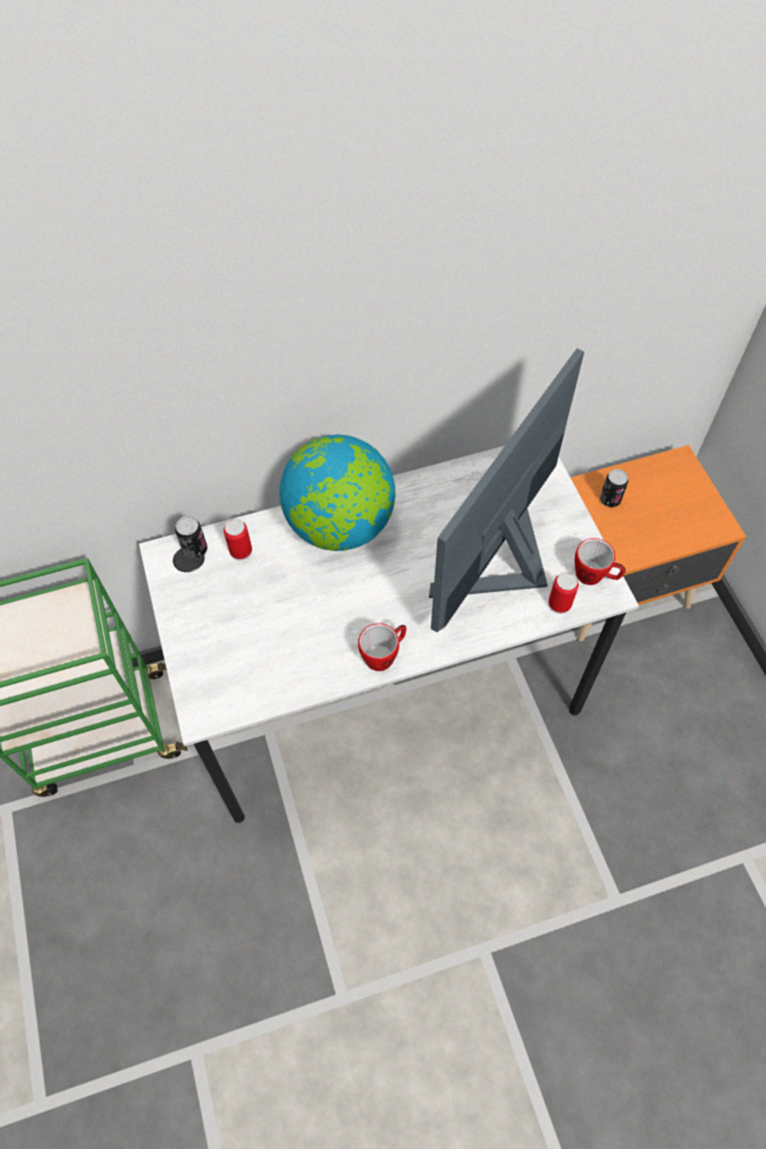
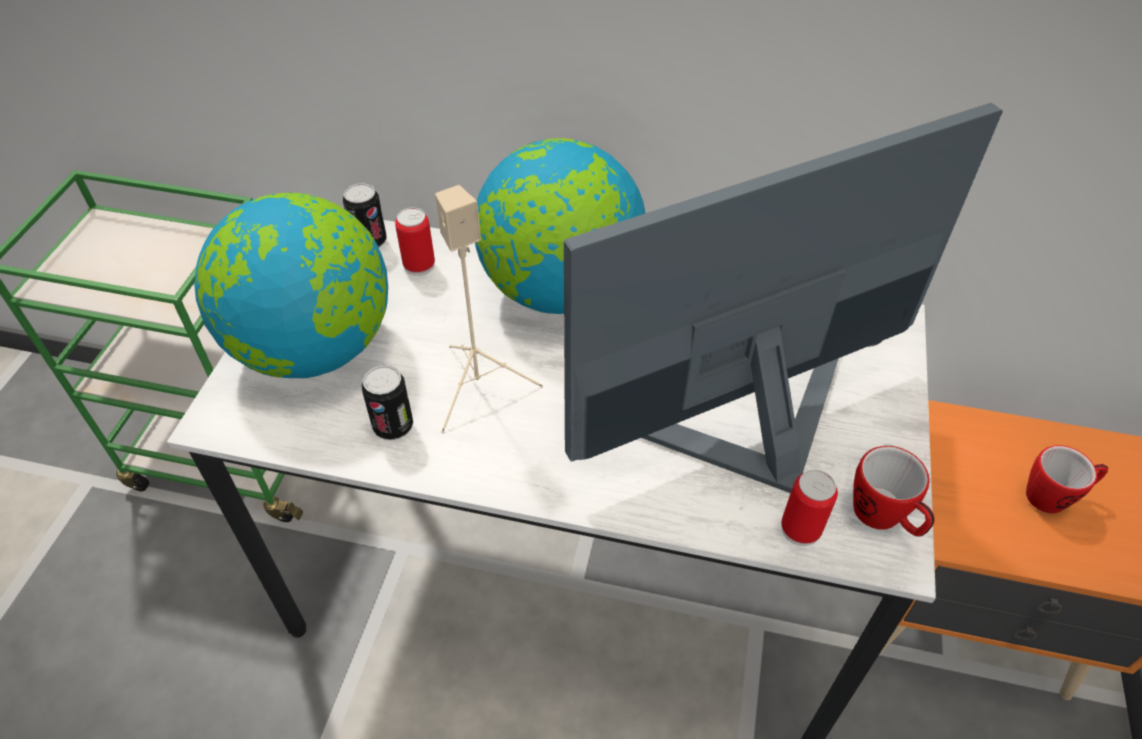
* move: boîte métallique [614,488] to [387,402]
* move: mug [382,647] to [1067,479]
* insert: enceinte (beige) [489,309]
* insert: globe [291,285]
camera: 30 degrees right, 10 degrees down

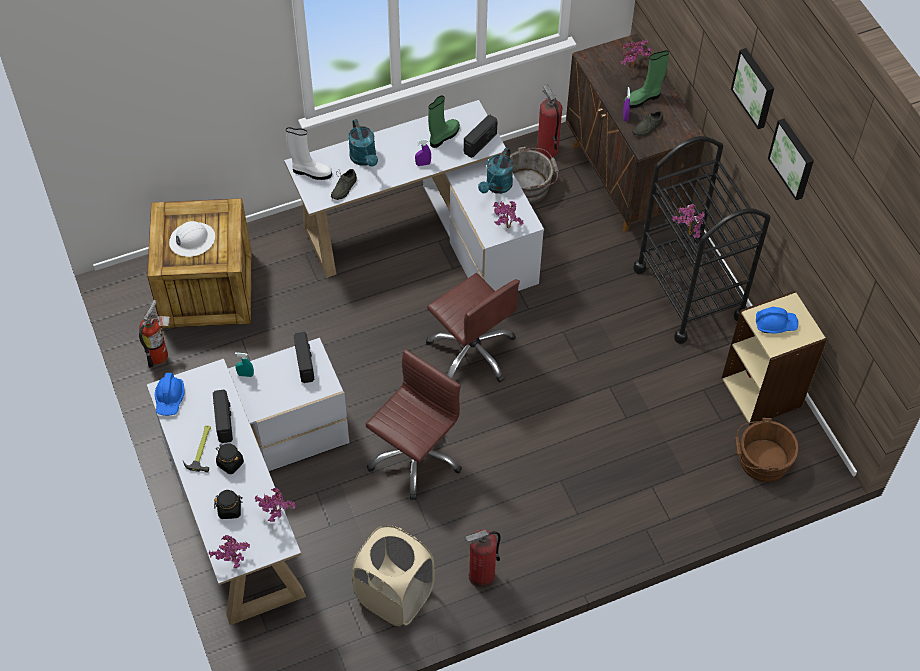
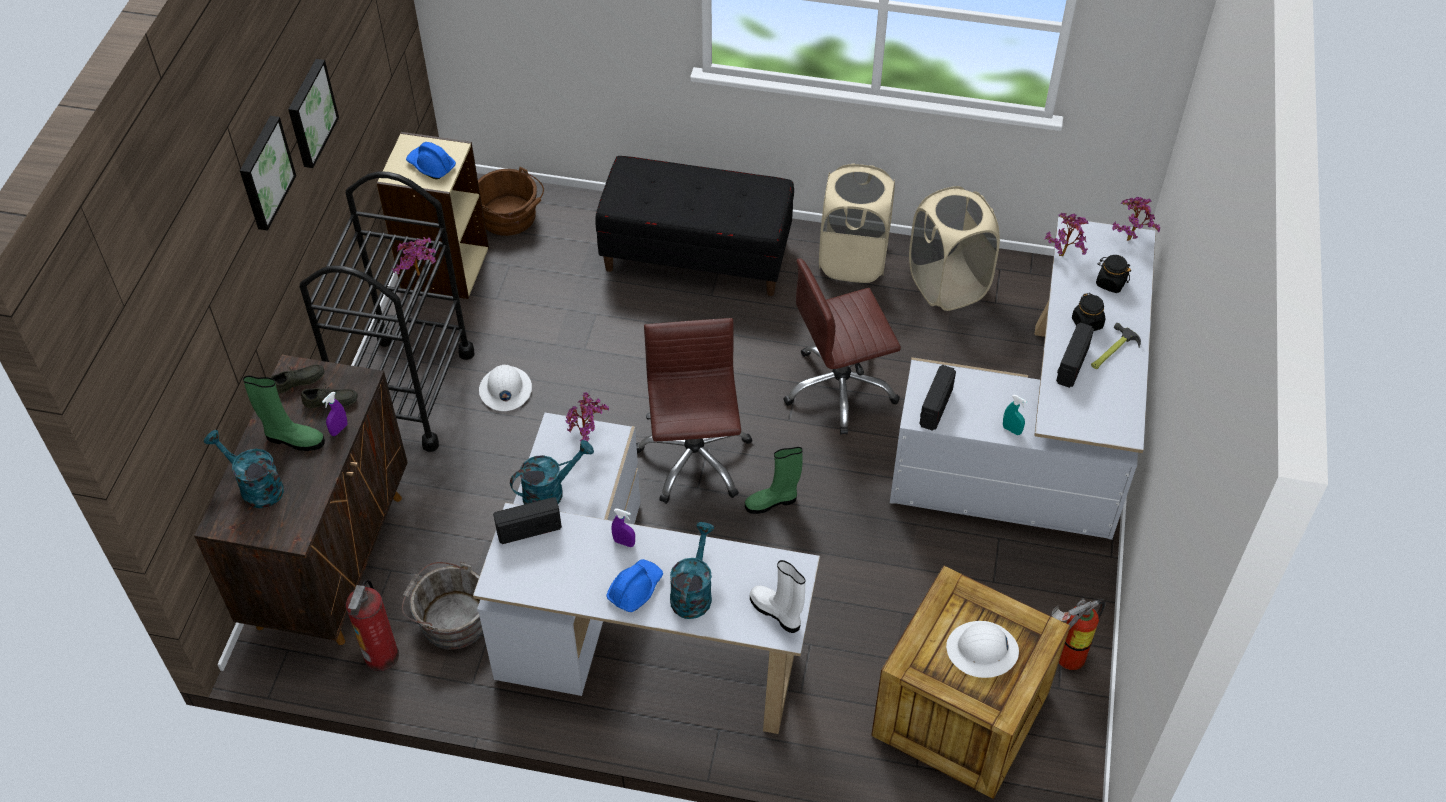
* replace: plante en pot [636,53] to arrosoir (turquoise) [244,469]
* move: botte (vert) [444,122] to [774,480]
* move: chaussure (gris) [344,184] to [297,379]
* move: casque de chantier (bleu) [170,394] to [634,585]
* replace: extincteur [483,559] to panier à linge (beige) [857,223]
* insert: banc (noir) [694,226]
* insert: casque de chantier (blanc) [505,388]
camera: 145 degrees left, 5 degrees down

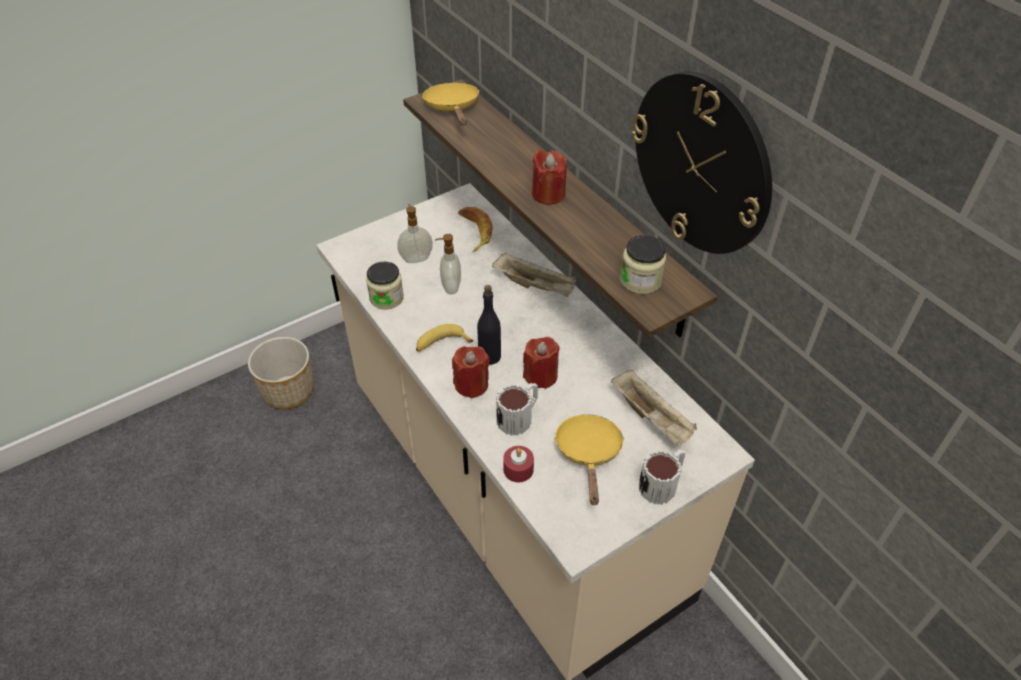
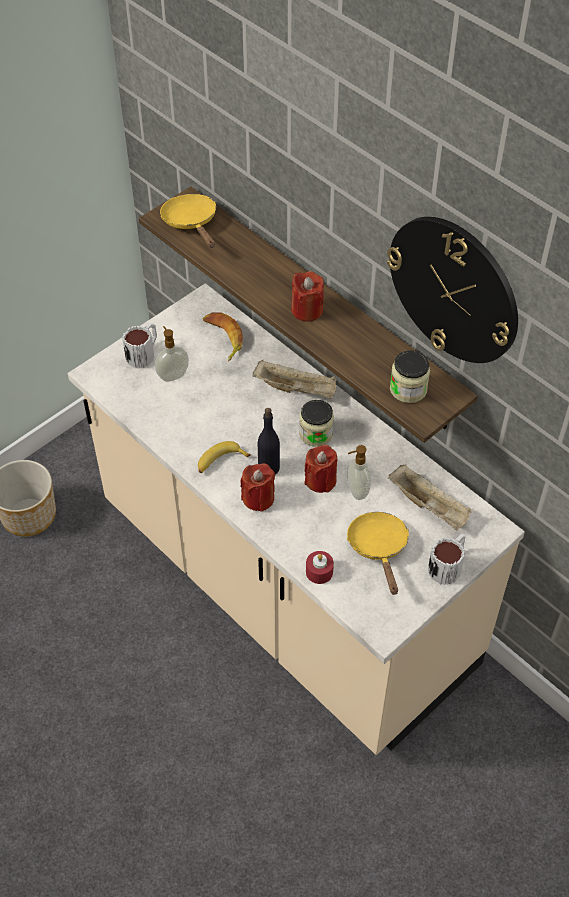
* move: distributeur de savon [448,264] to [359,472]
* move: bocal [385,286] to [316,423]
* move: mug [517,409] to [139,346]
camera: 10 degrees left, 5 degrees up

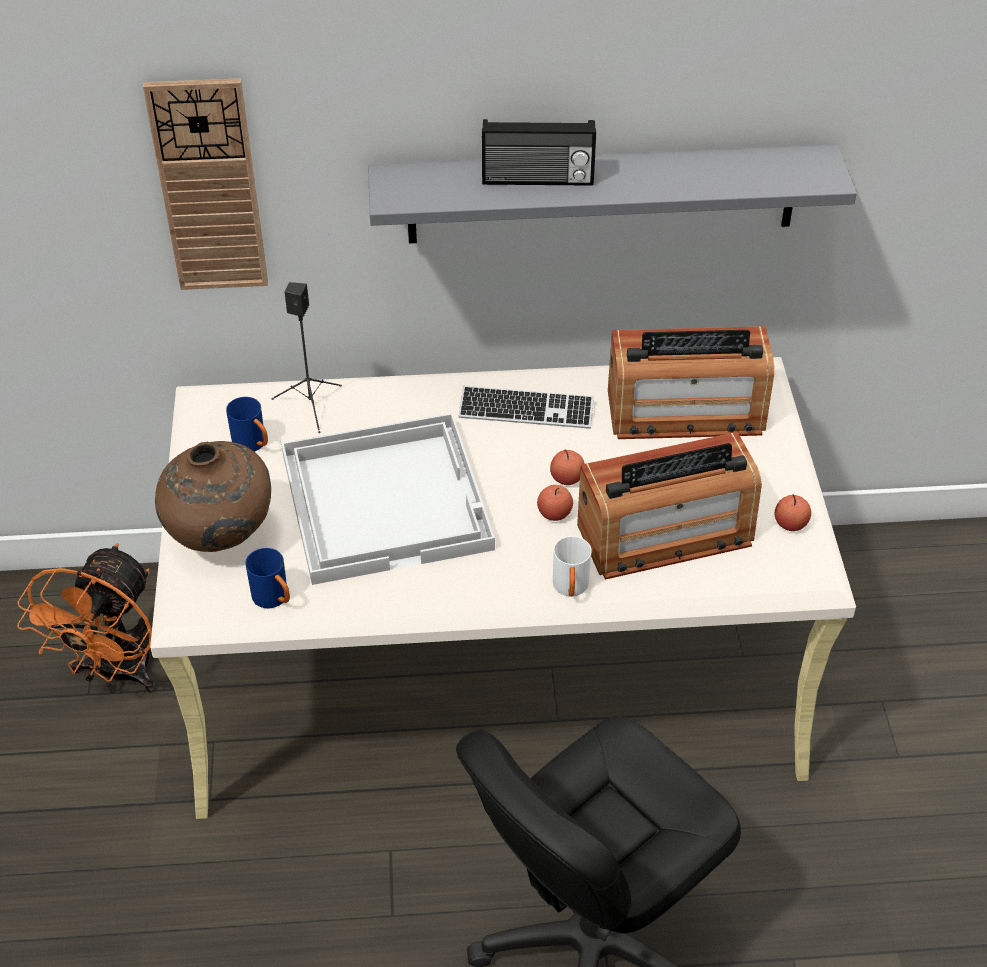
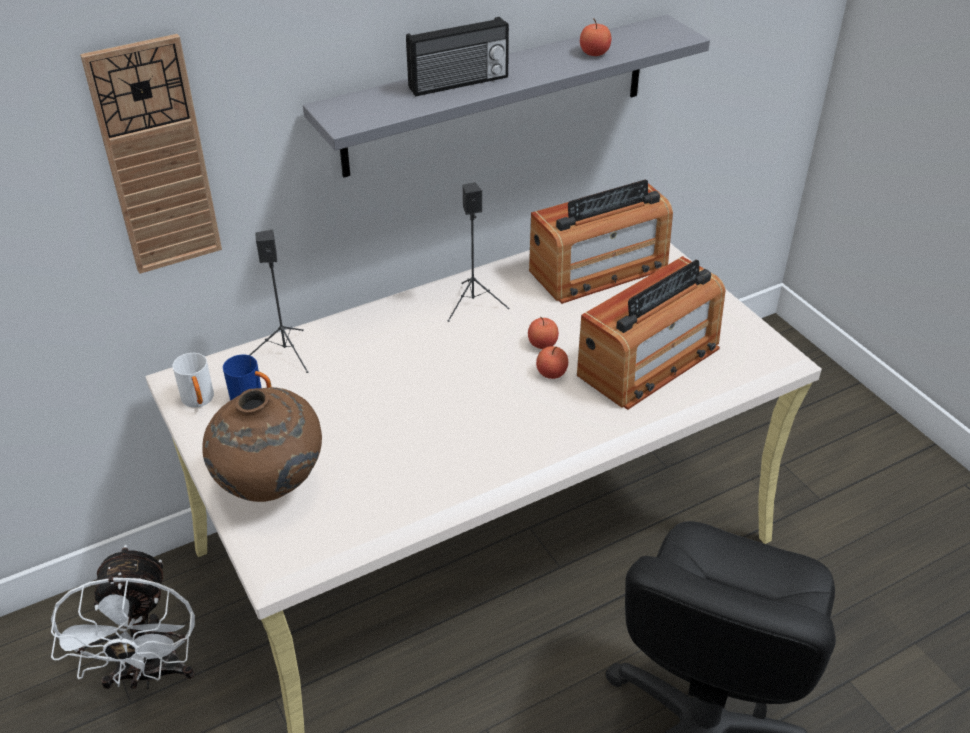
* replace: clavier [526,407] to enceinte (noir) [478,252]
* delete: plateau (blanc) [388,499]
* move: pomme [793,512] to [595,37]
* move: mug (blanc) [572,566] to [193,380]
* recolor: ventilateur (orange) [86,617] to ventilateur (blanc) [123,617]
* delete: mug (bleu) [267,578]
camera: 25 degrees left, 5 degrees down

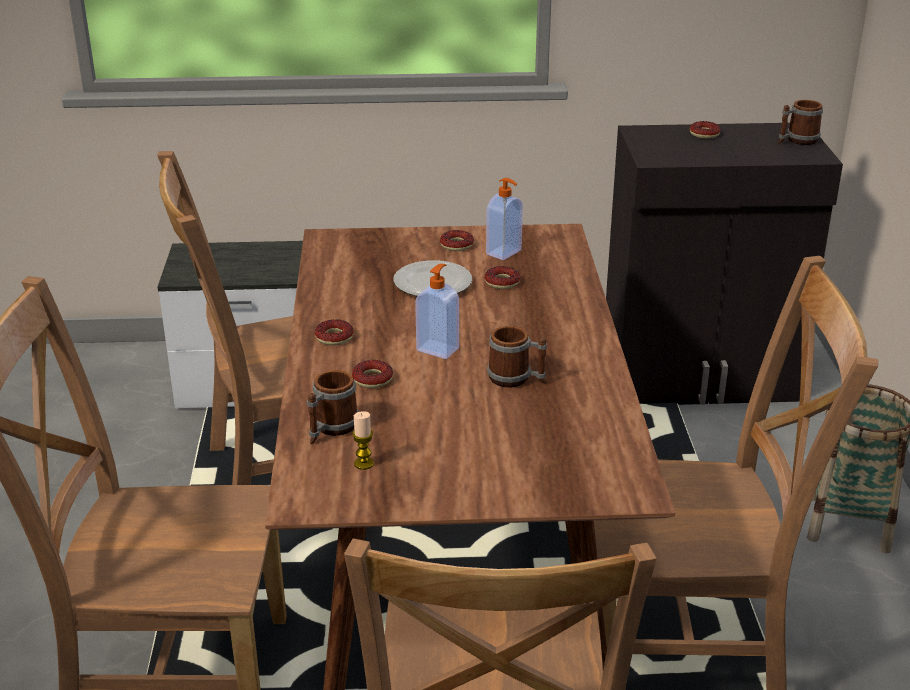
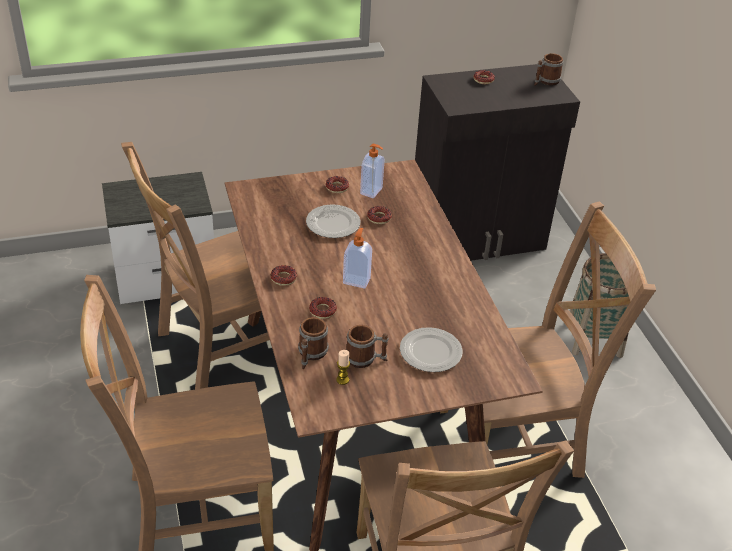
* move: mug [517,357] to [367,346]
* insert: assiette [431,349]
camera: 15 degrees left, 10 degrees up

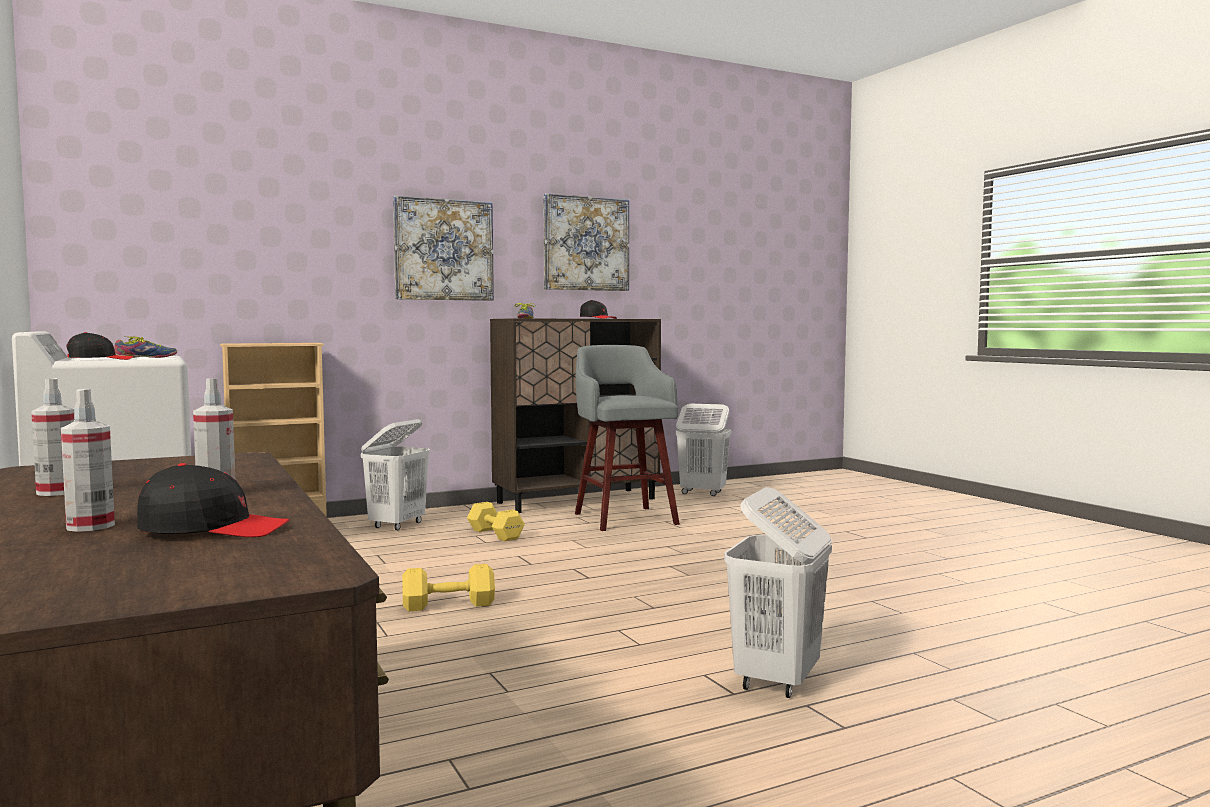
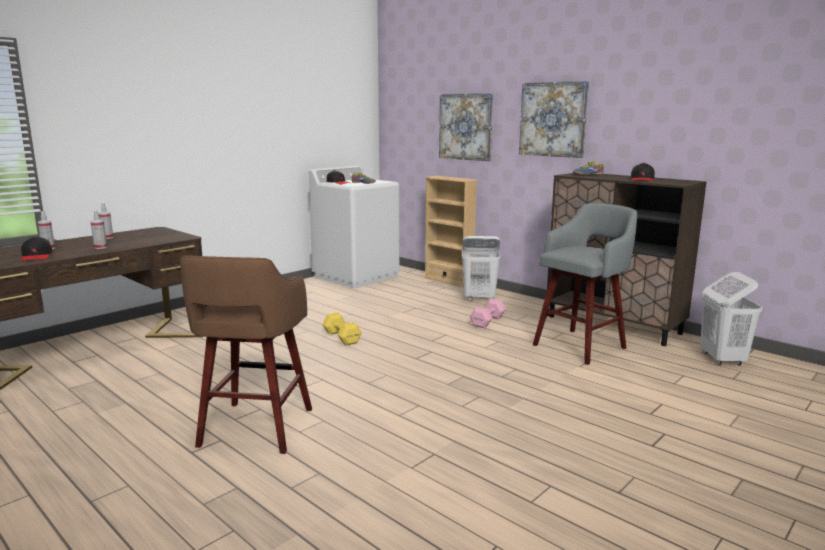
* move: tableau [586,242] to [466,127]
* replace: panier à linge (blanc) [778,592] to tabouret (marron) [246,354]
* recolor: haltère (jaune) [496,521] to haltère (rose) [488,313]
camera: 70 degrees right, 10 degrees up

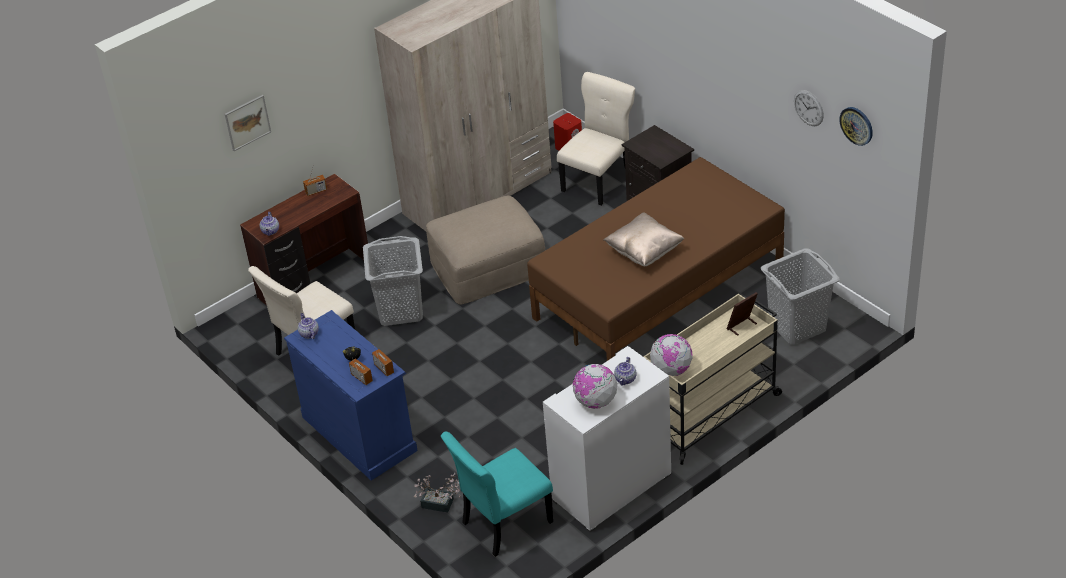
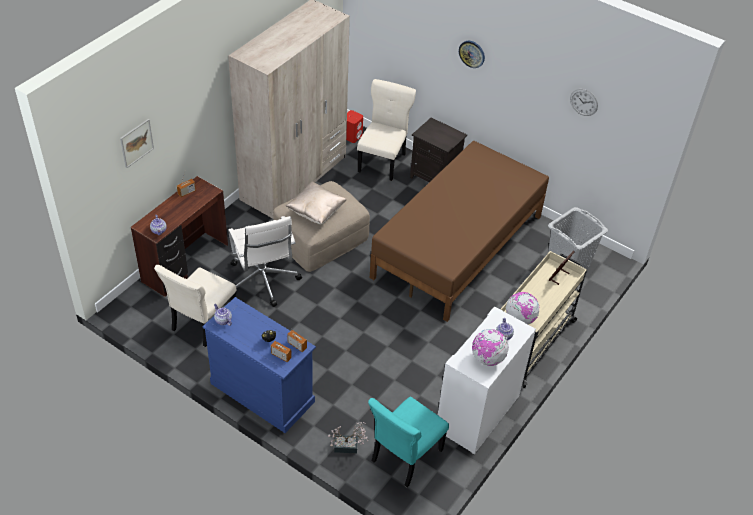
* move: horloge murale [856,126] to [472,54]
* move: coussin (beige) [644,239] to [316,203]
* replace: panier à linge (gris) [393,281] to chaise de bureau (blanc) [265,261]
camera: 20 degrees left, 5 degrees up

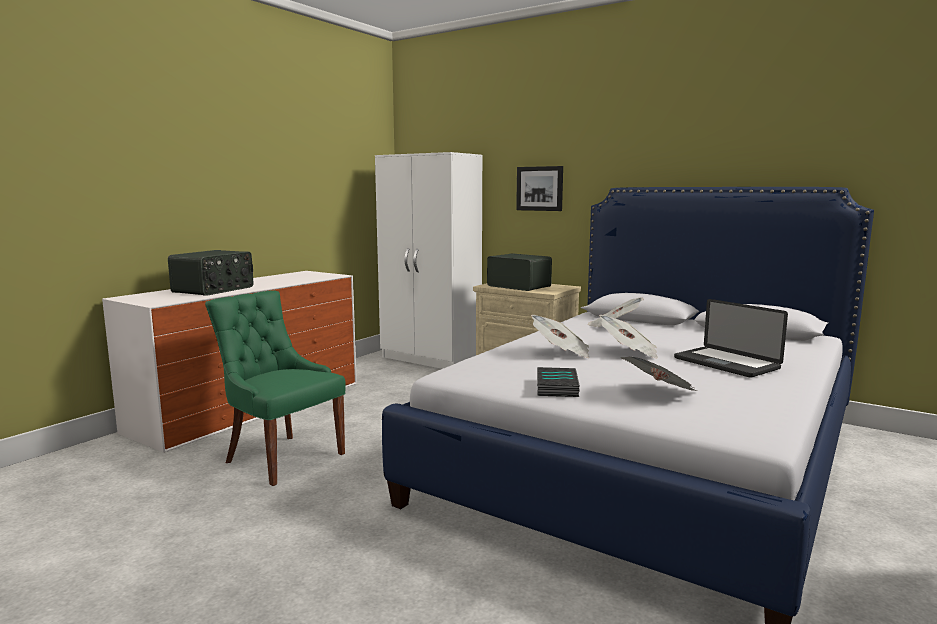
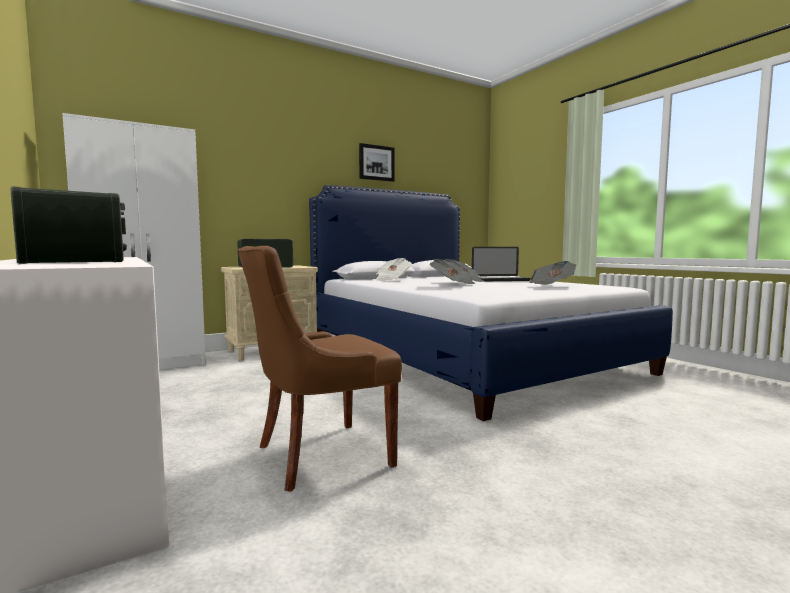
* move: tableau [539,188] to [377,162]
* recolor: chaise (vert) [275,388] to chaise (marron) [320,369]
* delete: livre [558,382]
camera: 65 degrees left, 5 degrees down

